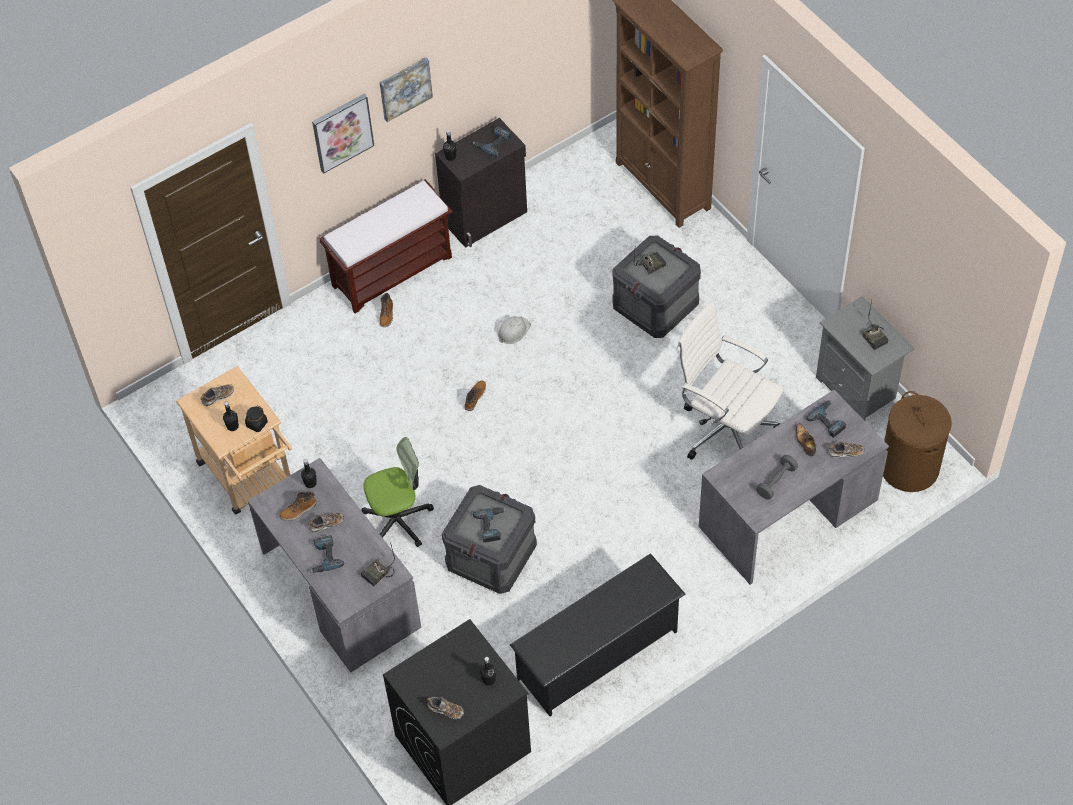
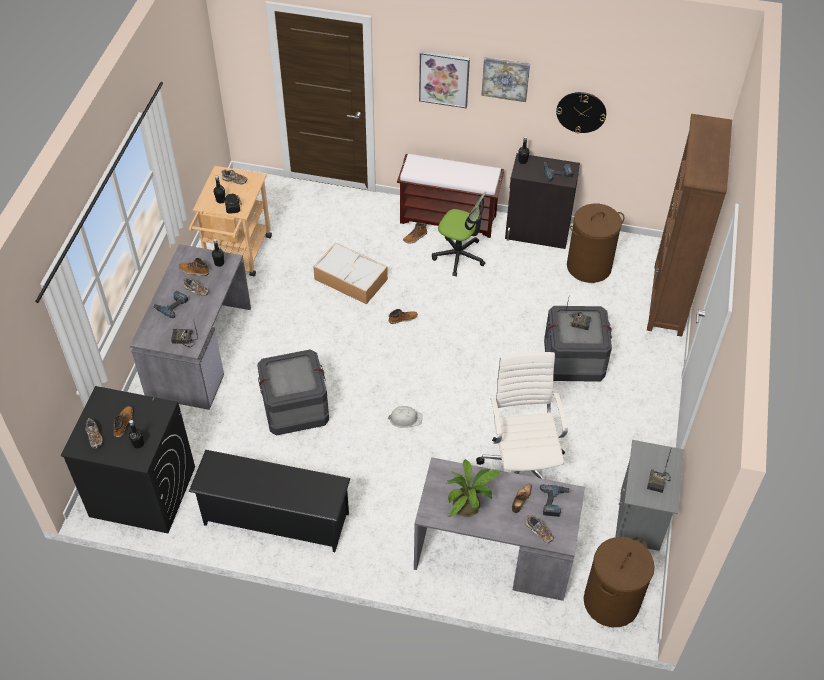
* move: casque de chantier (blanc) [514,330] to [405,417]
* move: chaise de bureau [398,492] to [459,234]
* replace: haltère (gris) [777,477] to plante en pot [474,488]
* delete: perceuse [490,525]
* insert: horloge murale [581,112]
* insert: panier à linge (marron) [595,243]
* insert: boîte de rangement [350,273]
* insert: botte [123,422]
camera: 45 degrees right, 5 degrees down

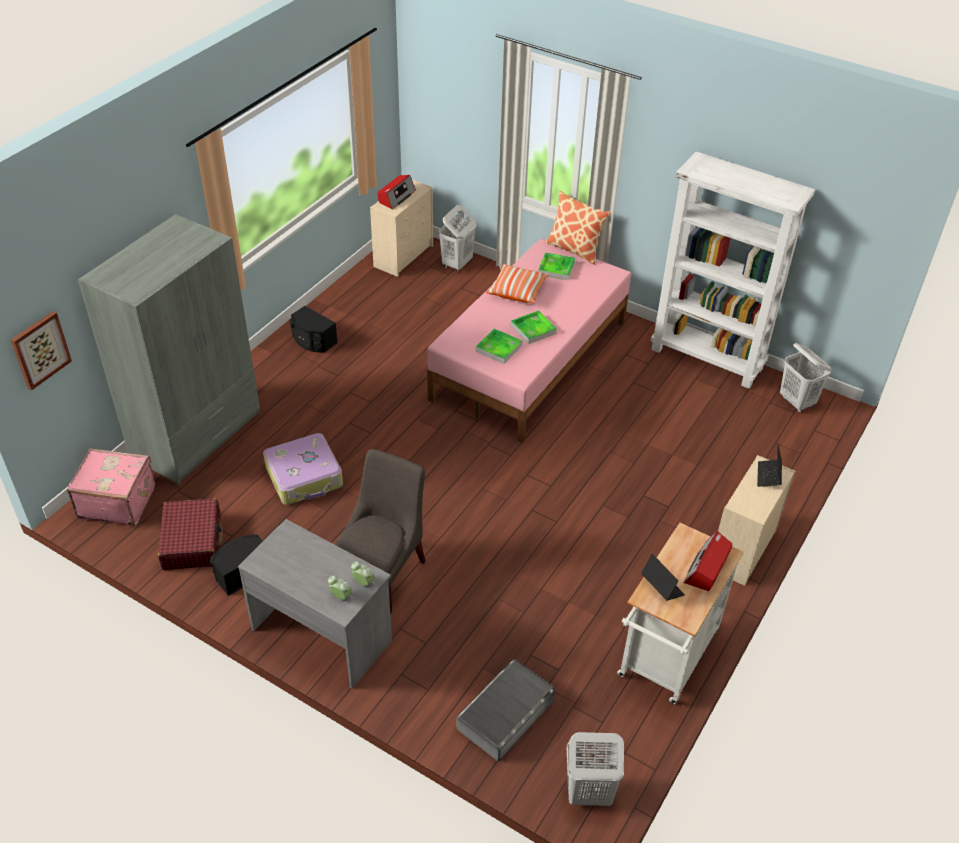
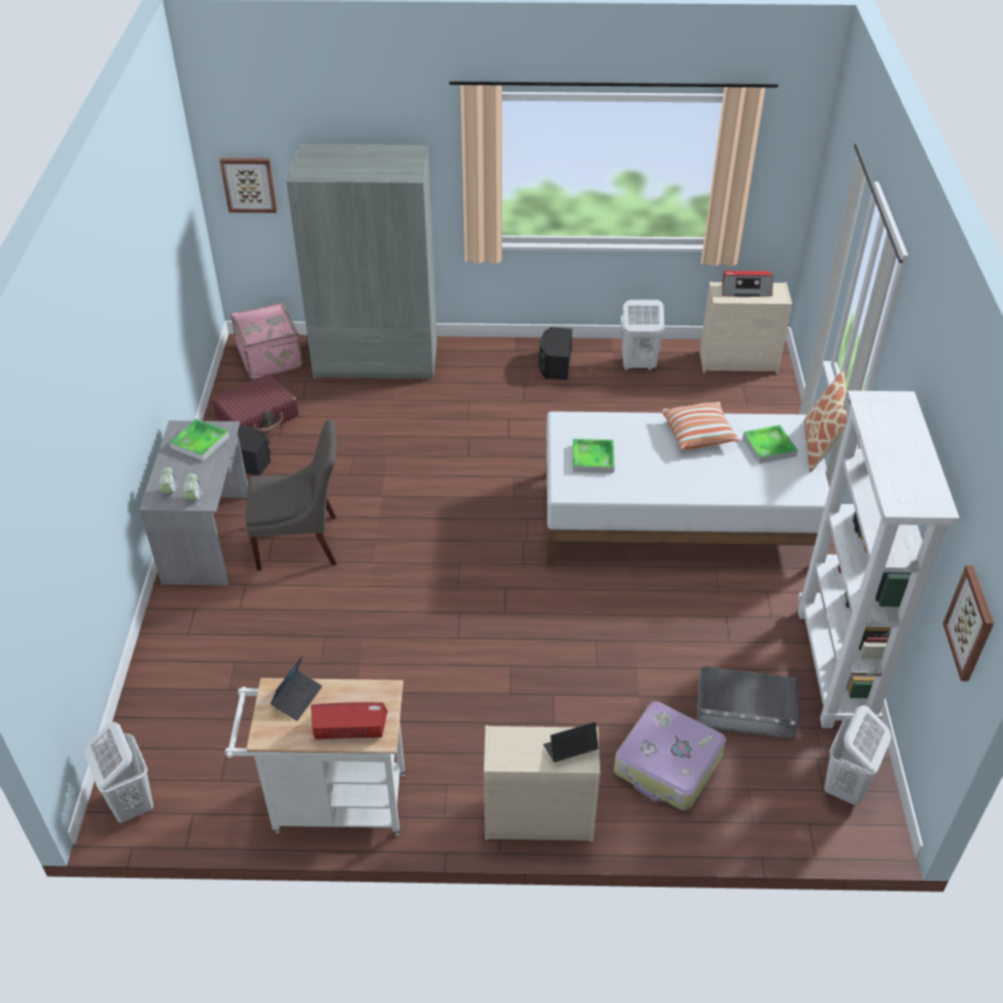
* move: panier à linge (blanc) [457,238] to [643,335]
* recolor: lit (rose) [529,341] to lit (blanc) [687,488]
* move: plateau [534,327] to [199,440]
* move: valise [303,469] to [670,755]
* move: boîte de rangement (gris) [505,710] to [748,702]
* insert: tableau [968,623]
camera: 60 degrees right, 0 degrees up

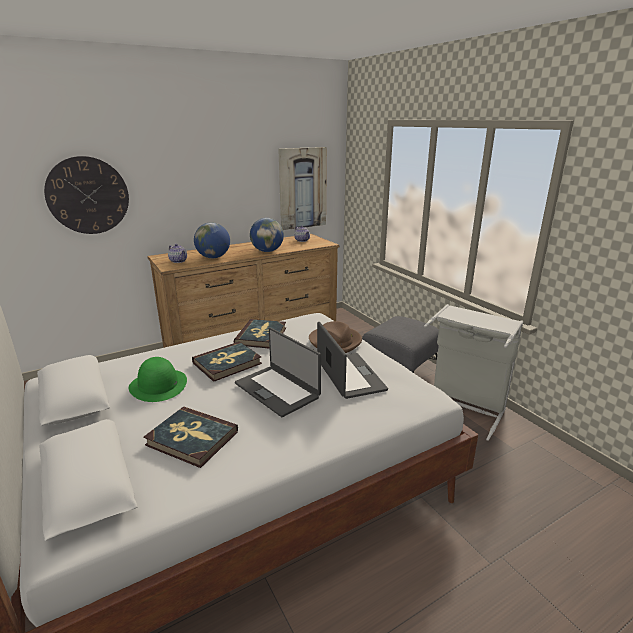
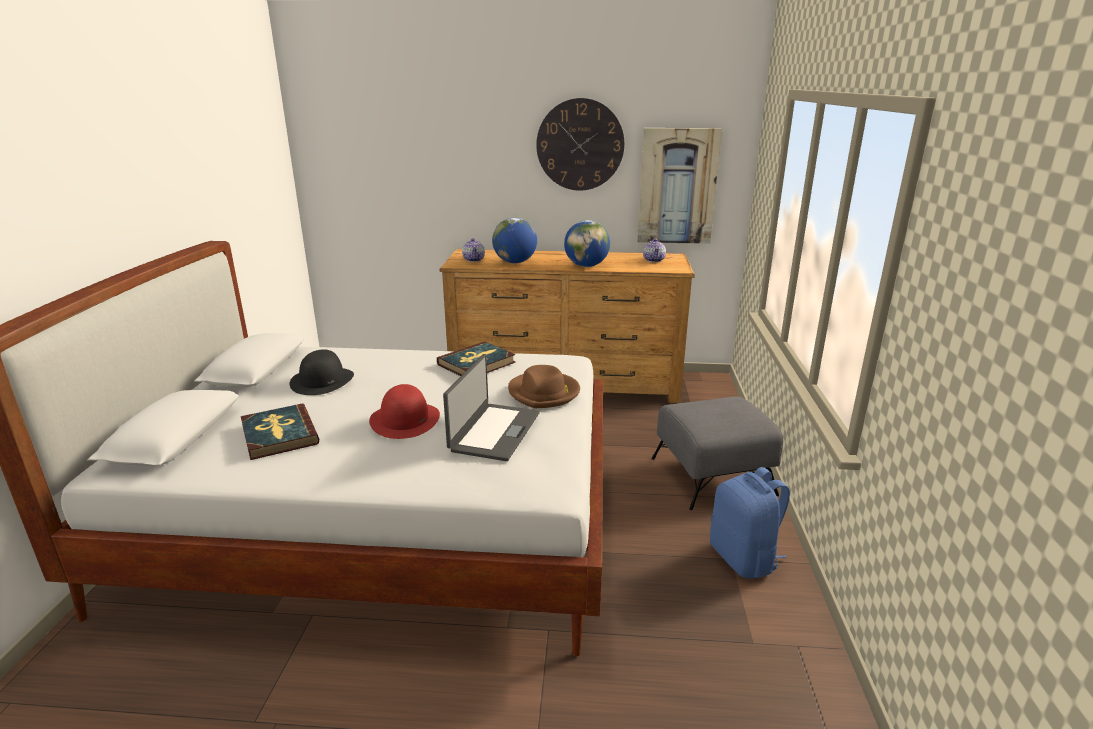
* move: horloge murale [86,195] to [580,144]
* replace: panier à linge (gris) [474,372] to sac à dos (bleu) [750,523]
* replace: ordinateur portable [278,372] to chapeau (rouge) [404,411]
* delete: livre [227,362]
* recolor: chapeau (vert) [158,379] to chapeau (noir) [322,372]
camera: 35 degrees right, 0 degrees up

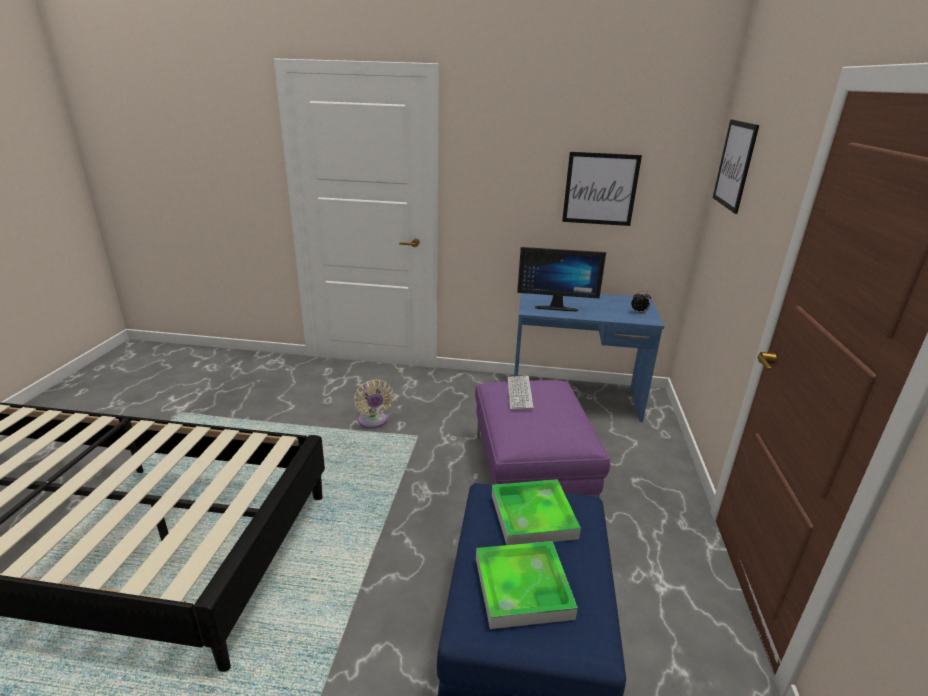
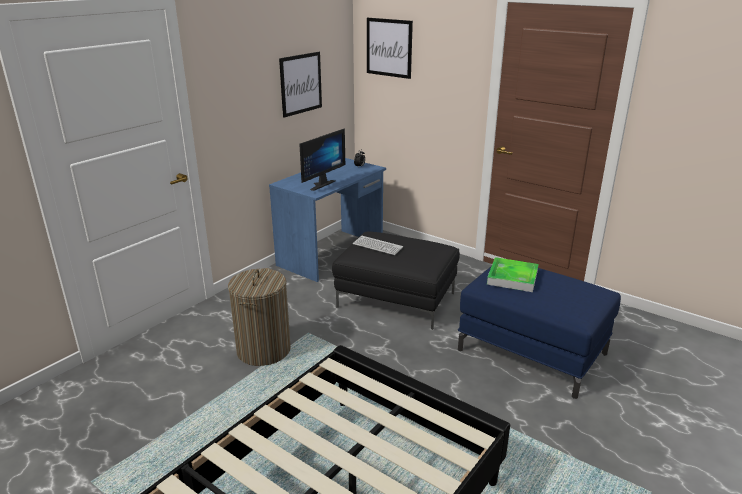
* replace: ventilateur (beige) [374,404] to panier à linge [259,317]
* recolor: pouf (violet) [542,438] to pouf (noir) [396,280]
* delete: plateau [527,585]
camera: 60 degrees left, 0 degrees up

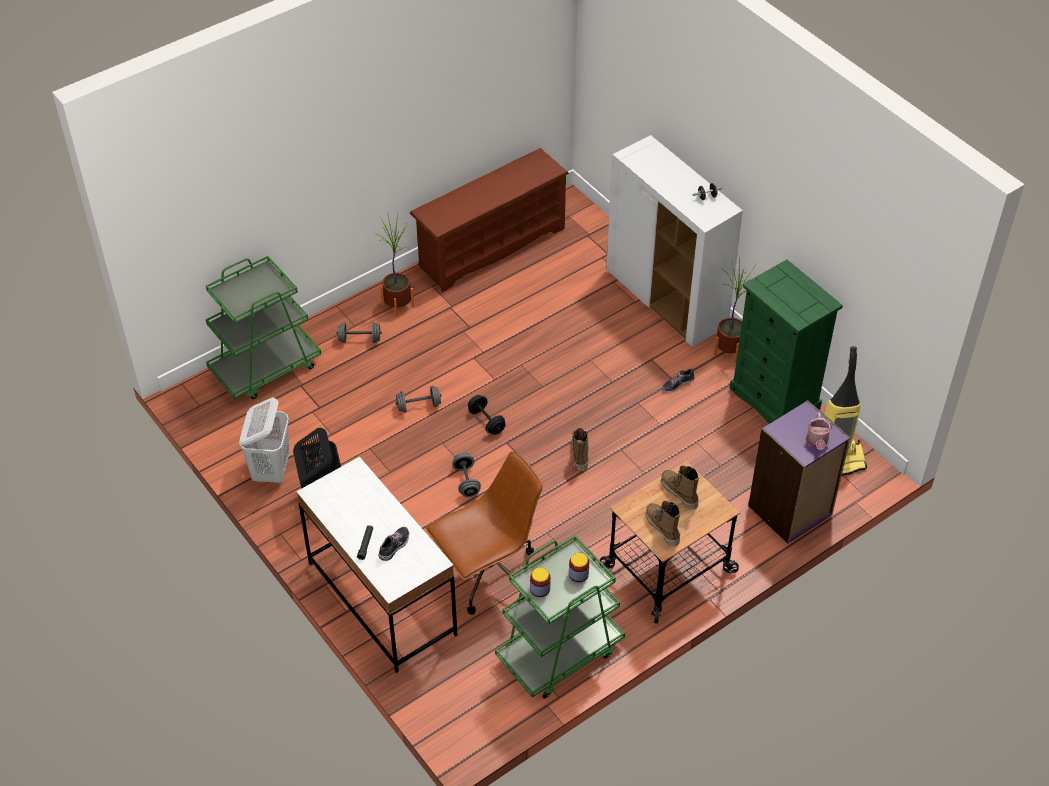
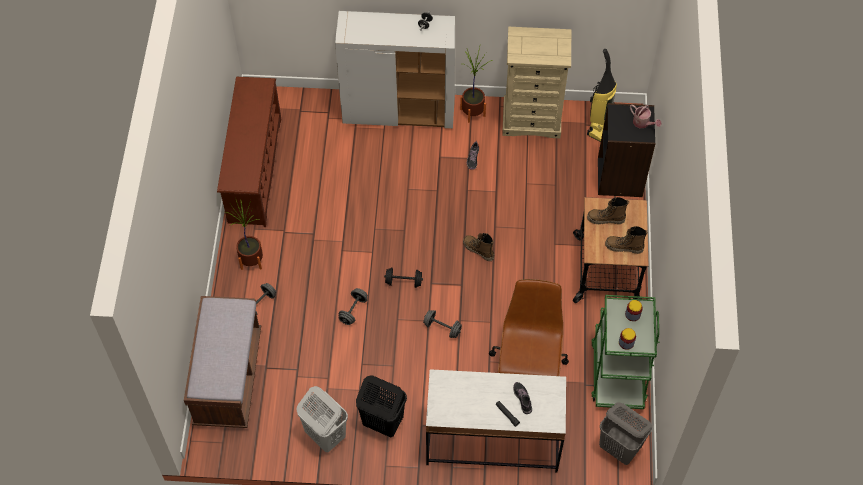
* replace: chariot (vert) [263,327] to banc (marron) [222,362]
* recolor: commode (vert) [786,341] to commode (beige) [536,82]
* recolor: bibliothèque (violet) [799,472] to bibliothèque (noir) [626,150]
* insert: panier à linge (gris) [625,433]
camera: 50 degrees left, 10 degrees up

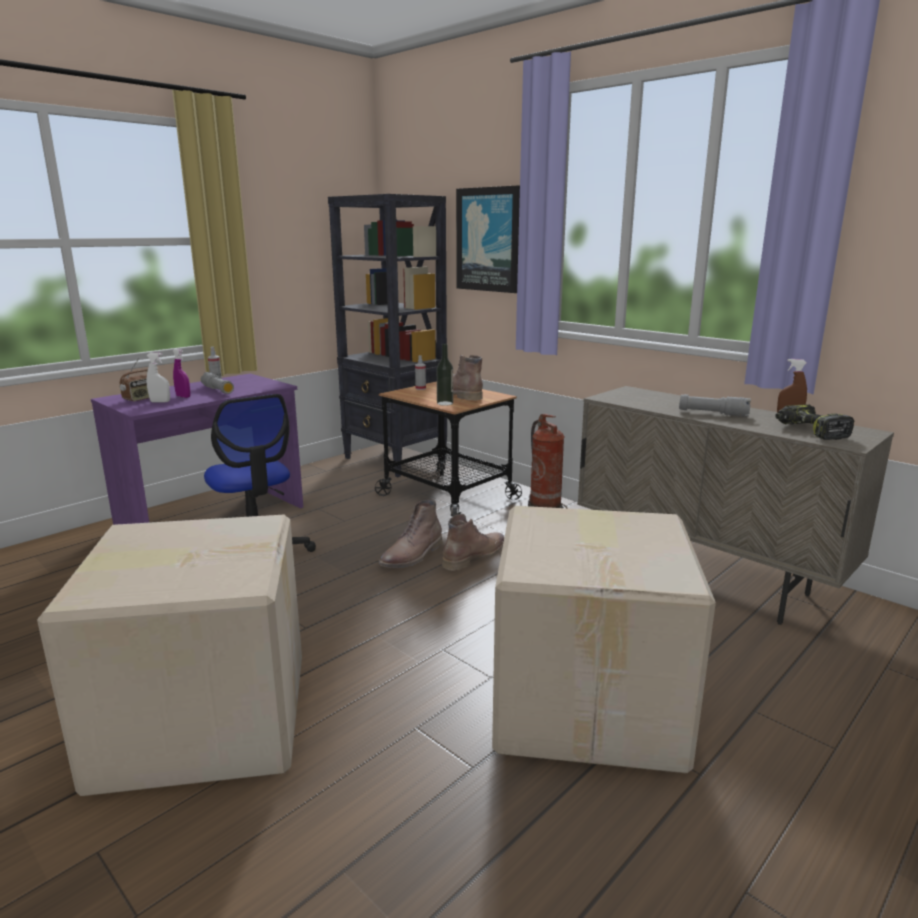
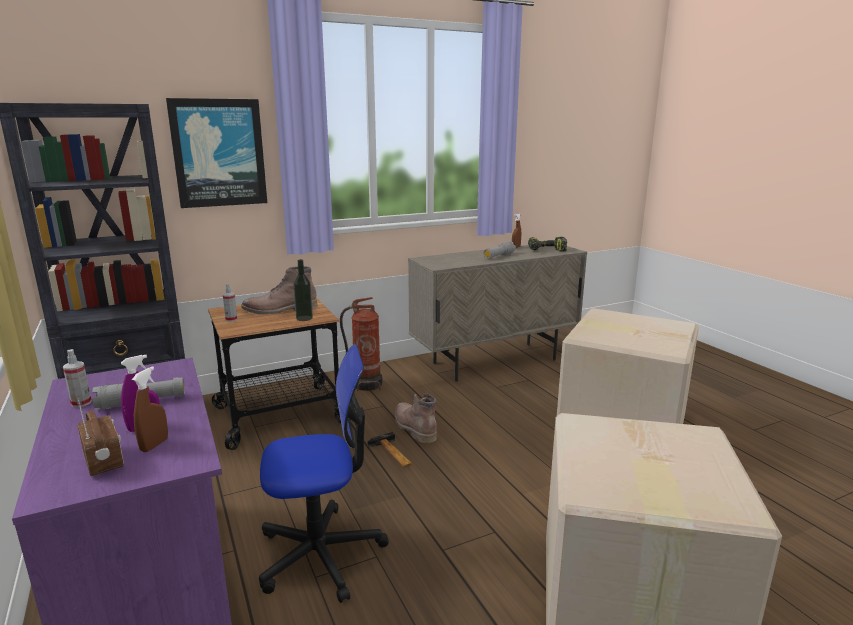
* recolor: vaporisateur (blanc) [158,378] to vaporisateur (marron) [150,409]
* replace: botte (marron) [411,533] to marteau [389,449]
camera: 70 degrees left, 0 degrees up

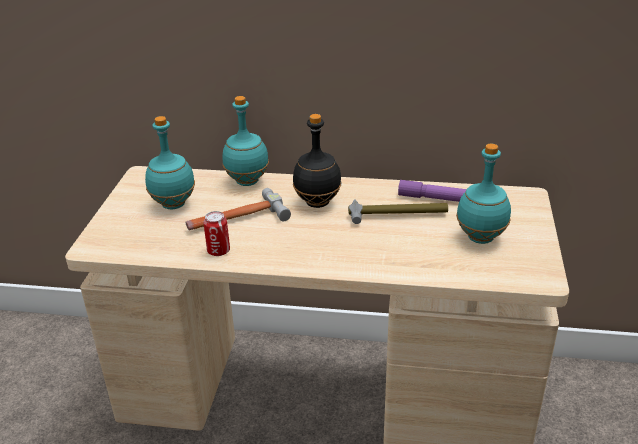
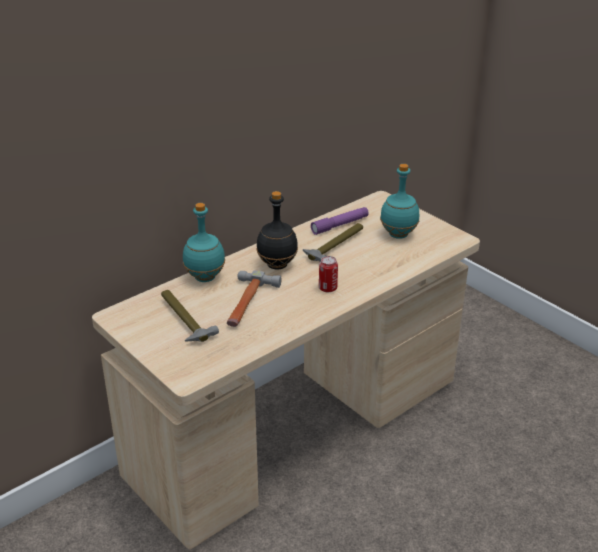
* replace: bouteille (turquoise) [170,162] to marteau [190,316]
* move: boîte métallique [216,233] to [328,274]
camera: 50 degrees left, 0 degrees up

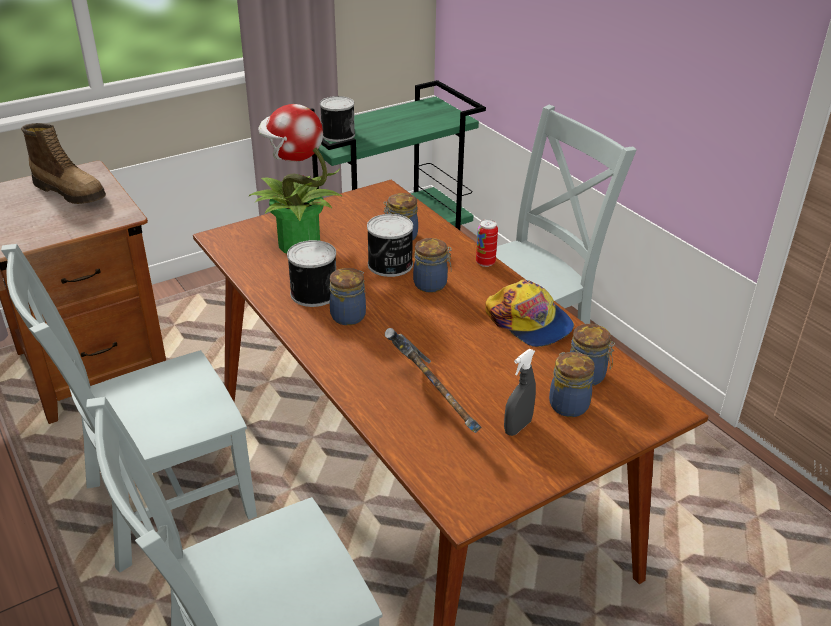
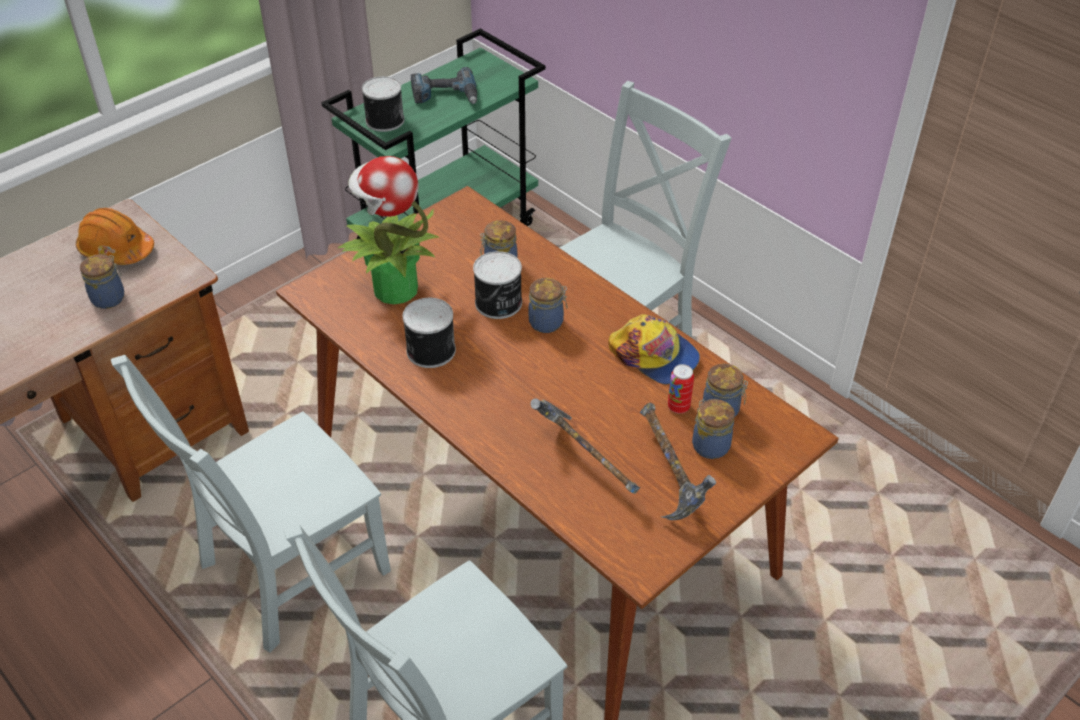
* replace: botte [63,163] to casque de chantier (orange) [115,236]
* move: boîte métallique [487,243] to [681,389]
* move: bocal [348,296] to [102,281]
* replace: vaporisateur (gris) [520,392] to marteau [678,461]
* insert: perceuse [444,85]
camera: 10 degrees left, 10 degrees up

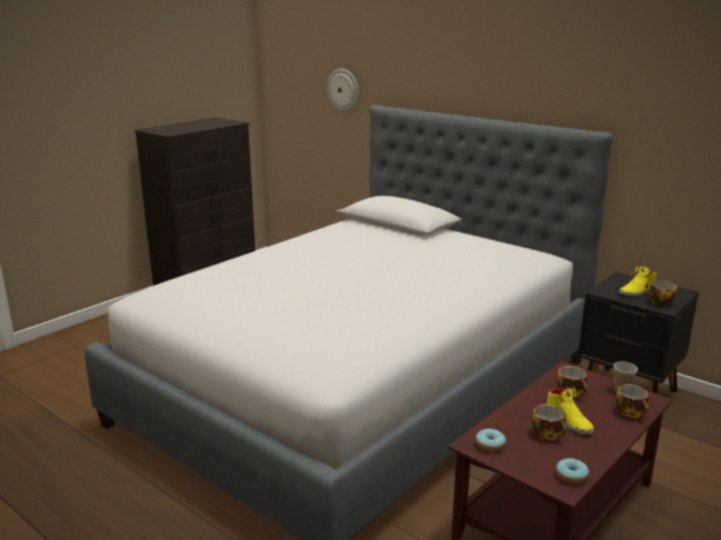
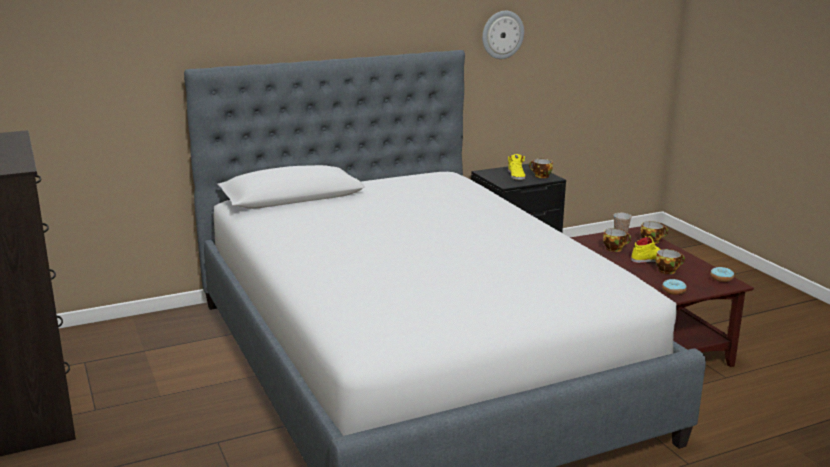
* move: horloge murale [343,90] to [503,35]
camera: 65 degrees left, 0 degrees up

